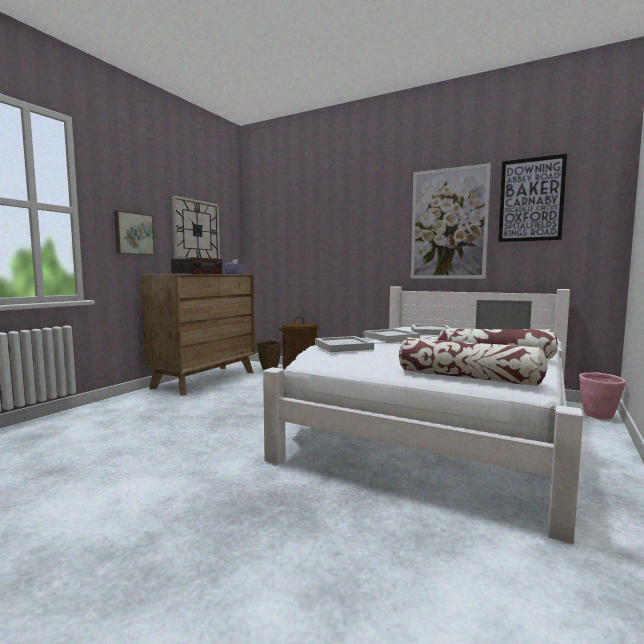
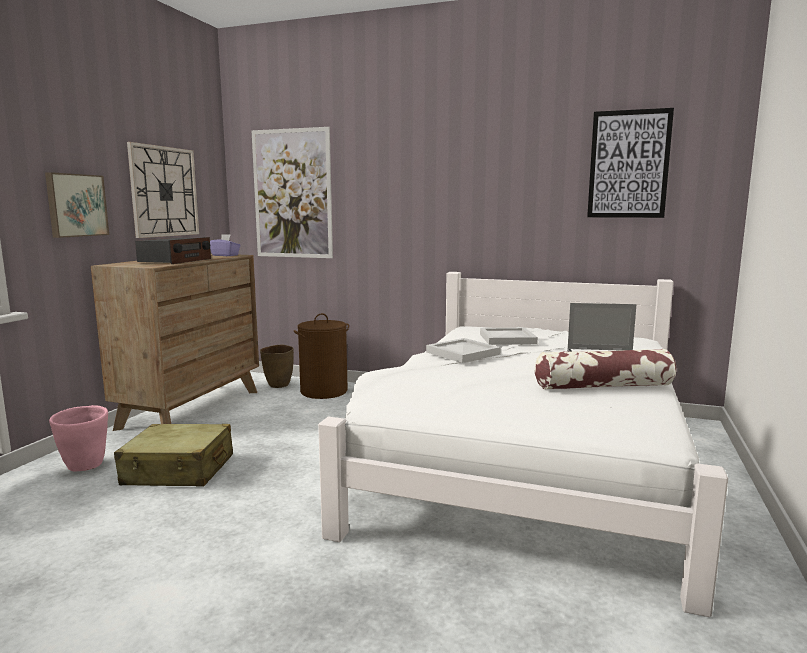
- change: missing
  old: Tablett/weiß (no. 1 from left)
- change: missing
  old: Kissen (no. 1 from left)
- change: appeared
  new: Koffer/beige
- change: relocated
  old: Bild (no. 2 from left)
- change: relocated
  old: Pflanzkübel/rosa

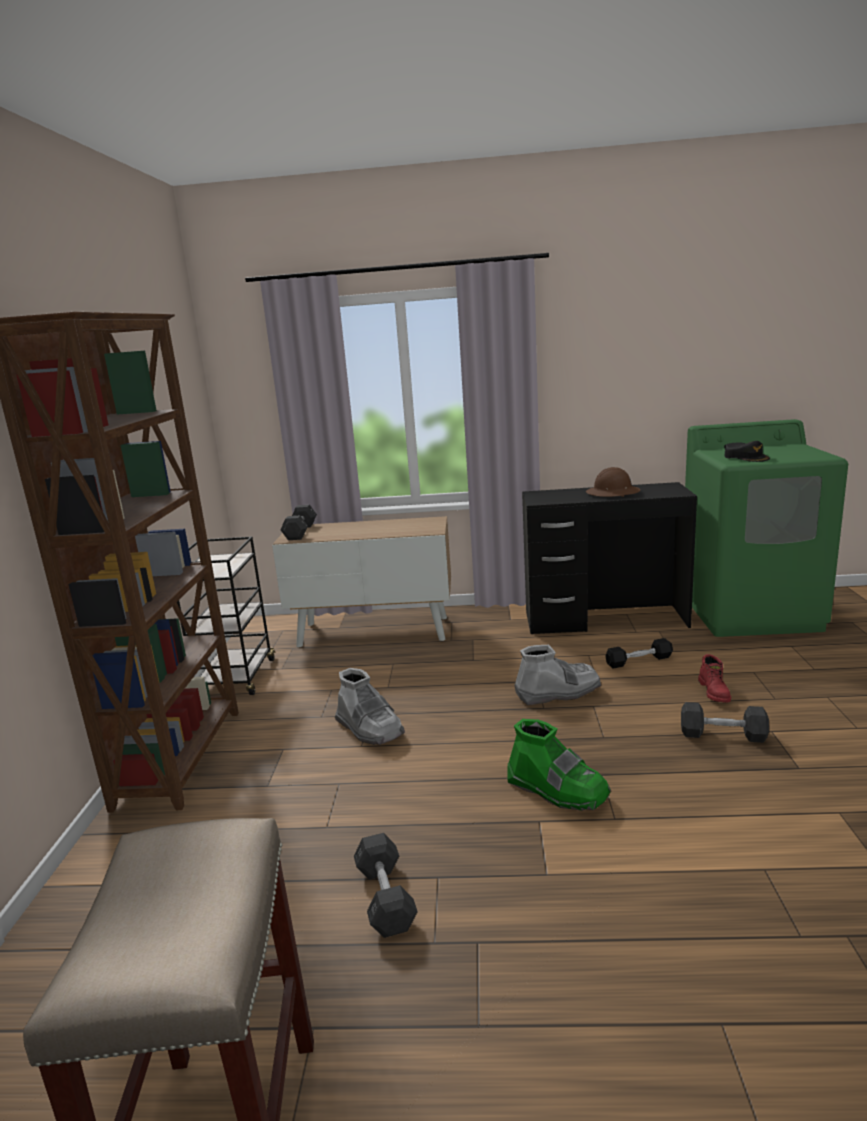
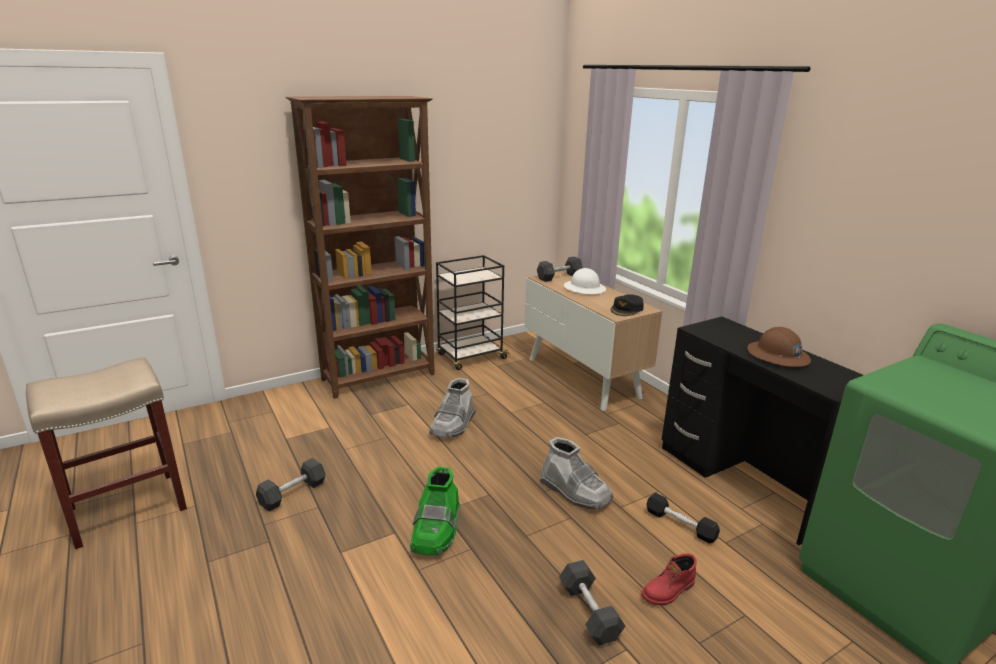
- change: appeared
  new: Schutzhelm/weiß
- change: relocated
  old: Kappe/schwarz

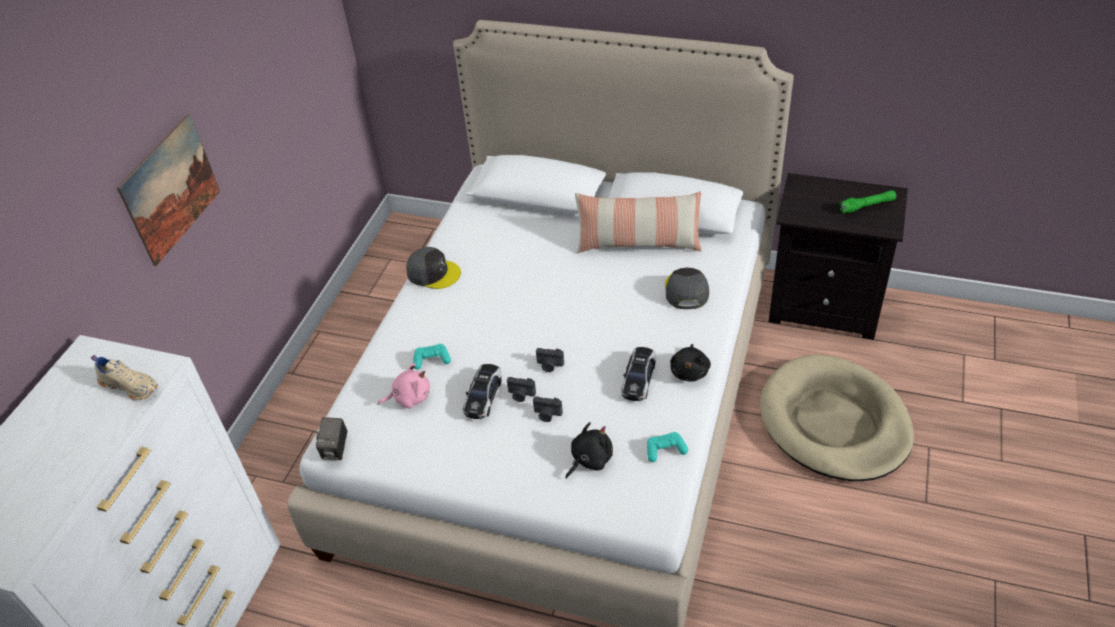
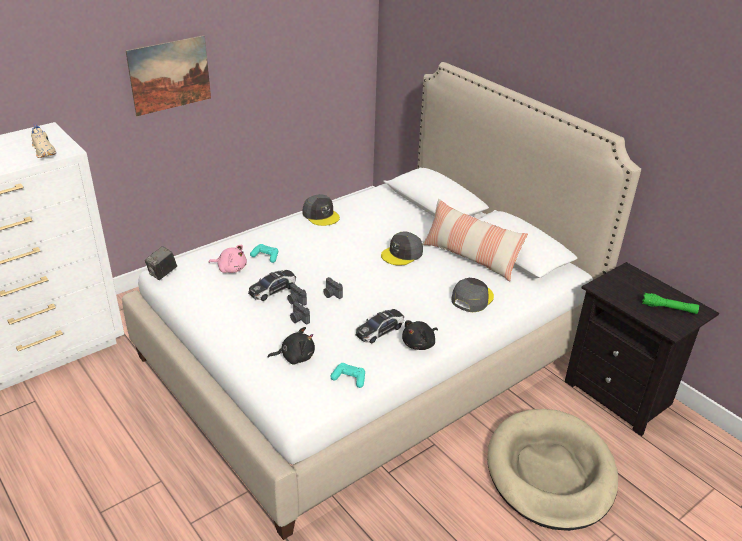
- change: appeared
  new: Kappe/grau (no. 2 from left)

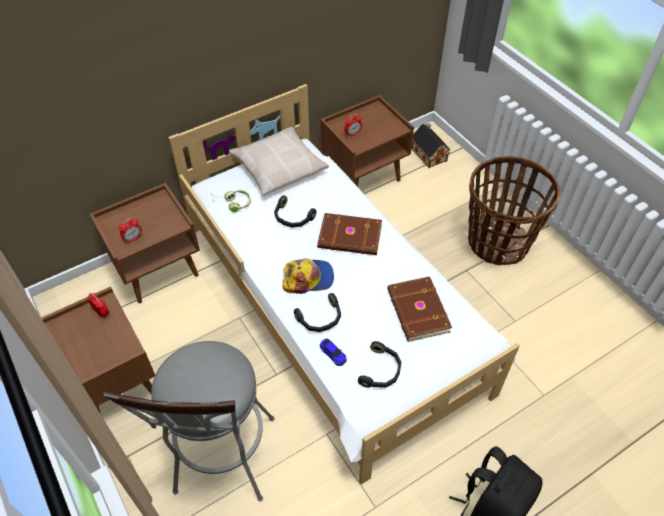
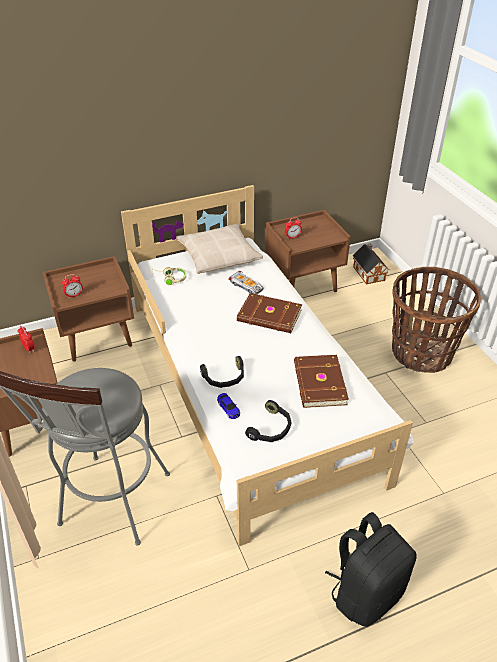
- change: missing
  old: Kopfhörer/schwarz (no. 1 from left)
- change: missing
  old: Kappe
- change: appeared
  new: Spielzeugauto (no. 2 from left)

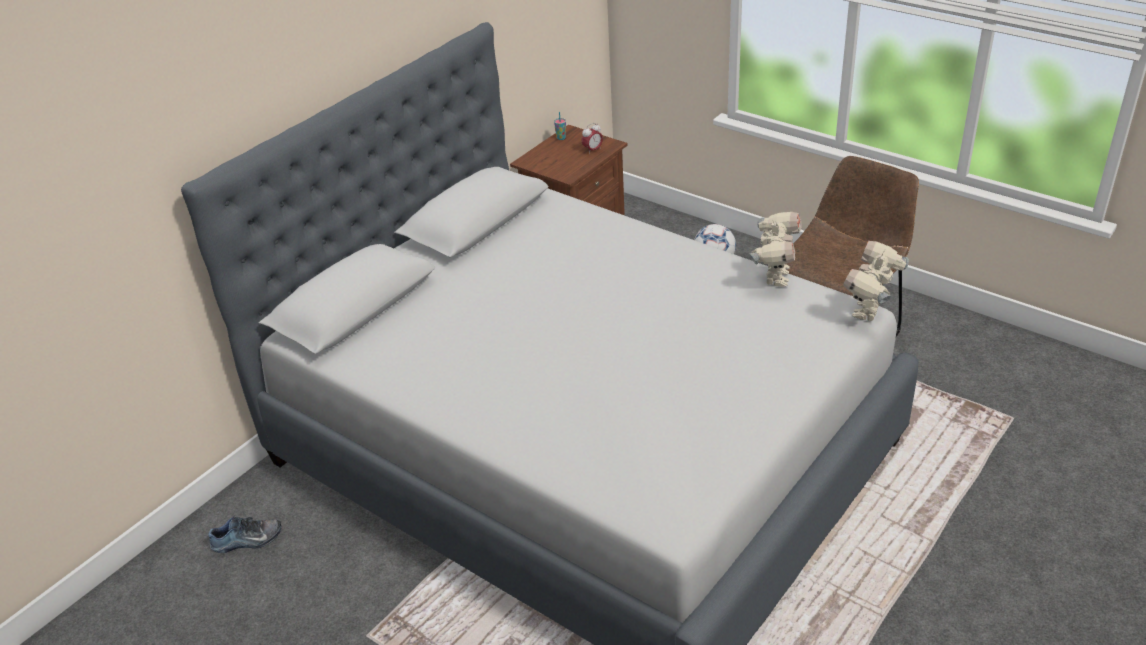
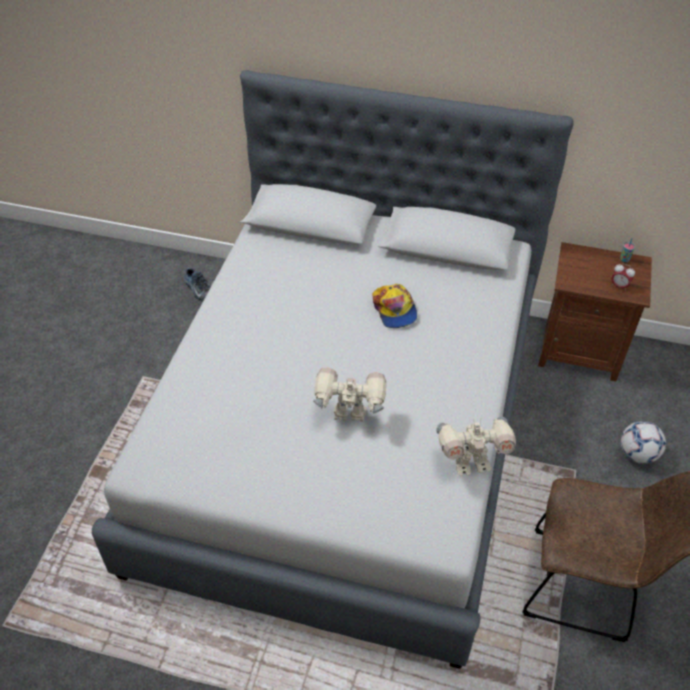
- change: appeared
  new: Kappe
- change: relocated
  old: Spielzeugroboter (no. 2 from left in the first image)
  new: Spielzeugroboter (no. 1 from left)

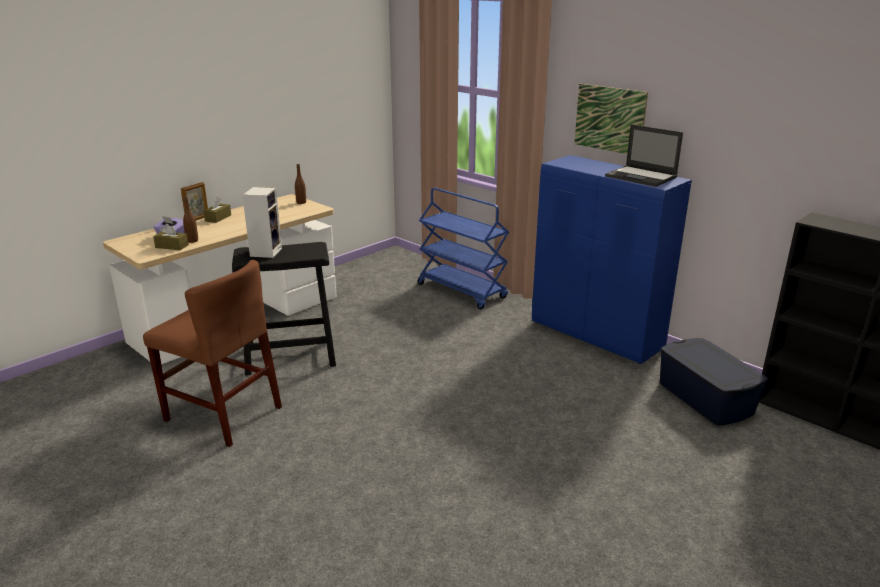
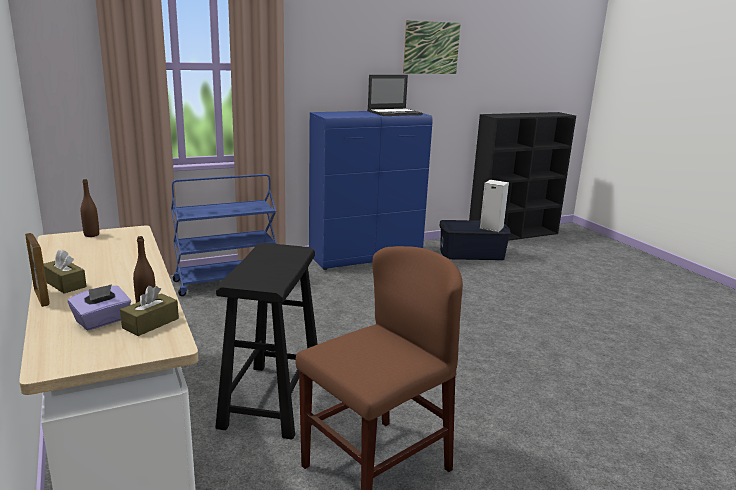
- change: relocated
  old: Lautsprecher
- change: relocated
  old: Bild

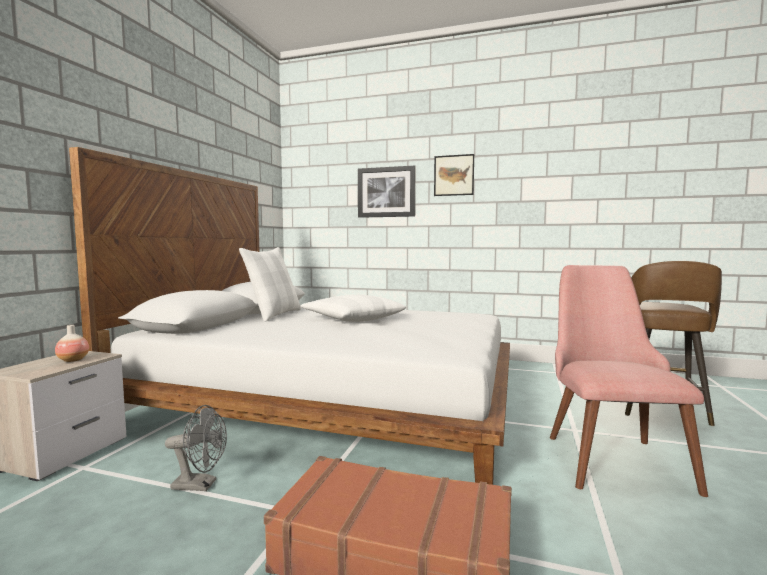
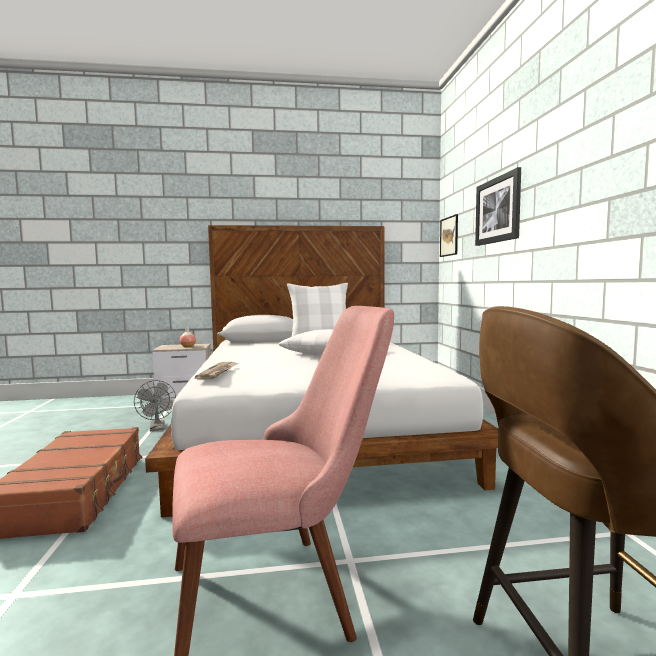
- change: appeared
  new: Zeitung
- change: relocated
  old: Bild (no. 2 from left in the first image)
  new: Bild (no. 1 from left)

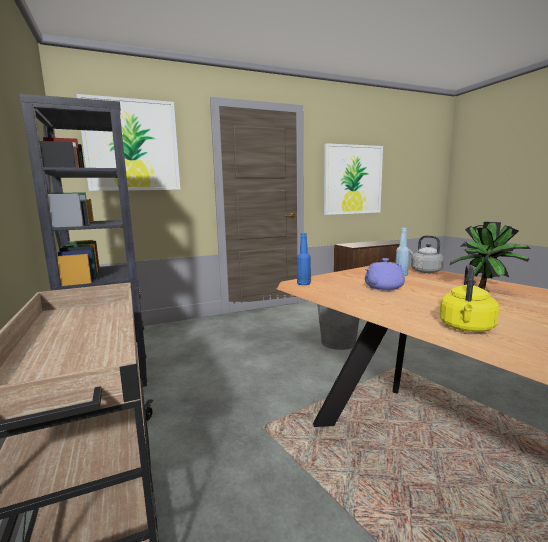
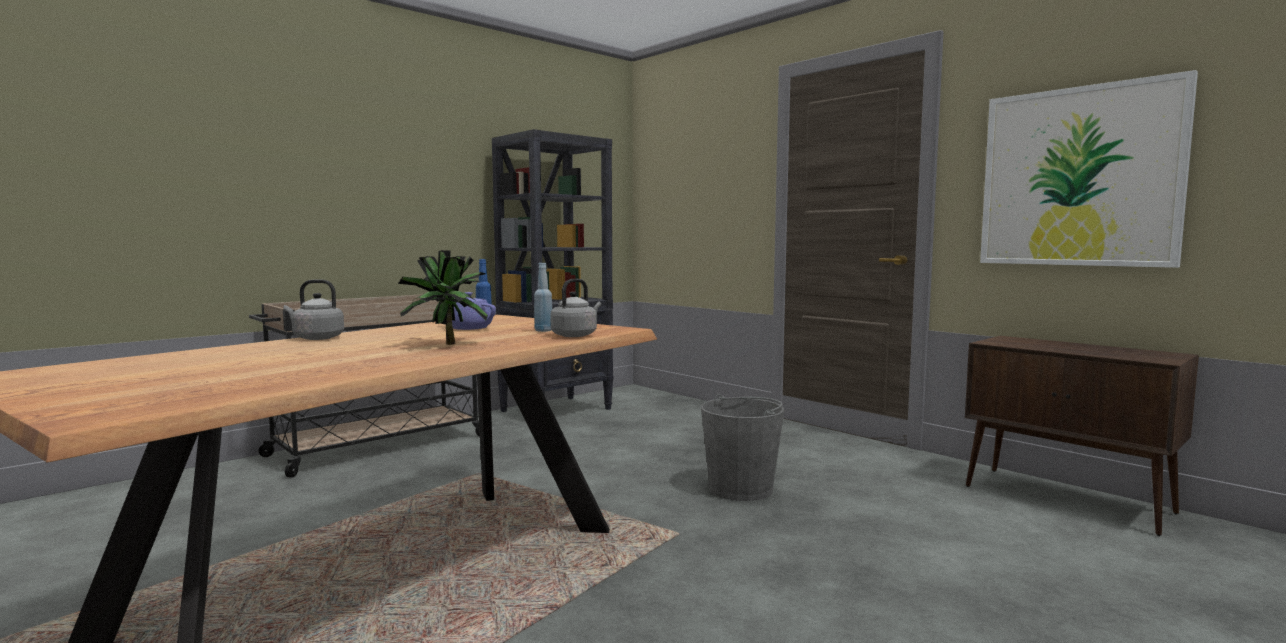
- change: missing
  old: Bild (no. 1 from left)
- change: colour
  old: Wasserkessel/gelb
  new: Wasserkessel/grau (no. 1 from left)

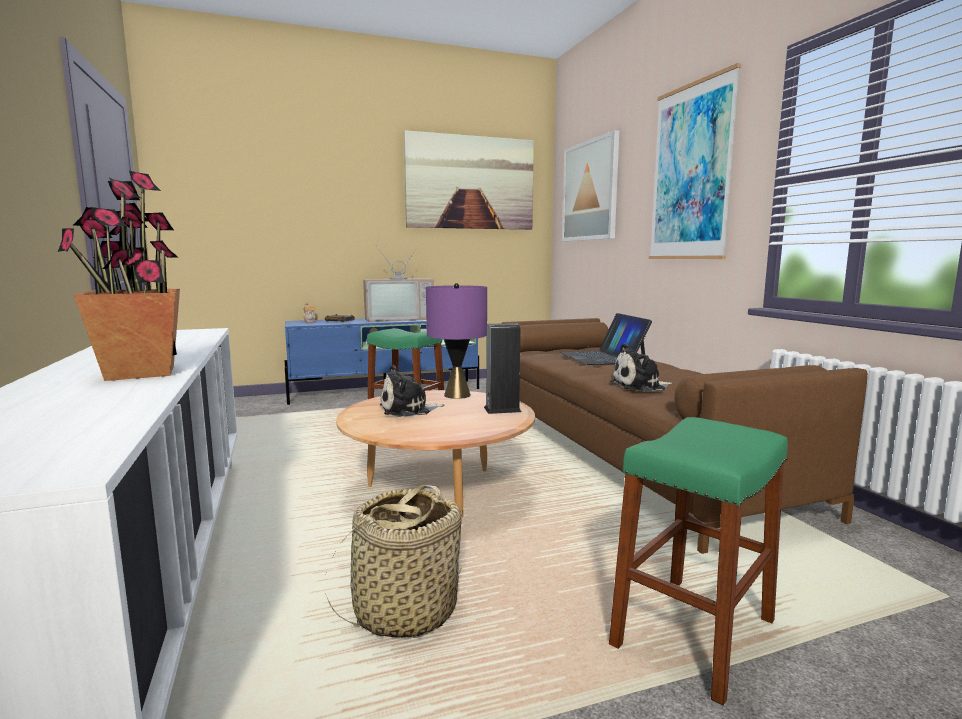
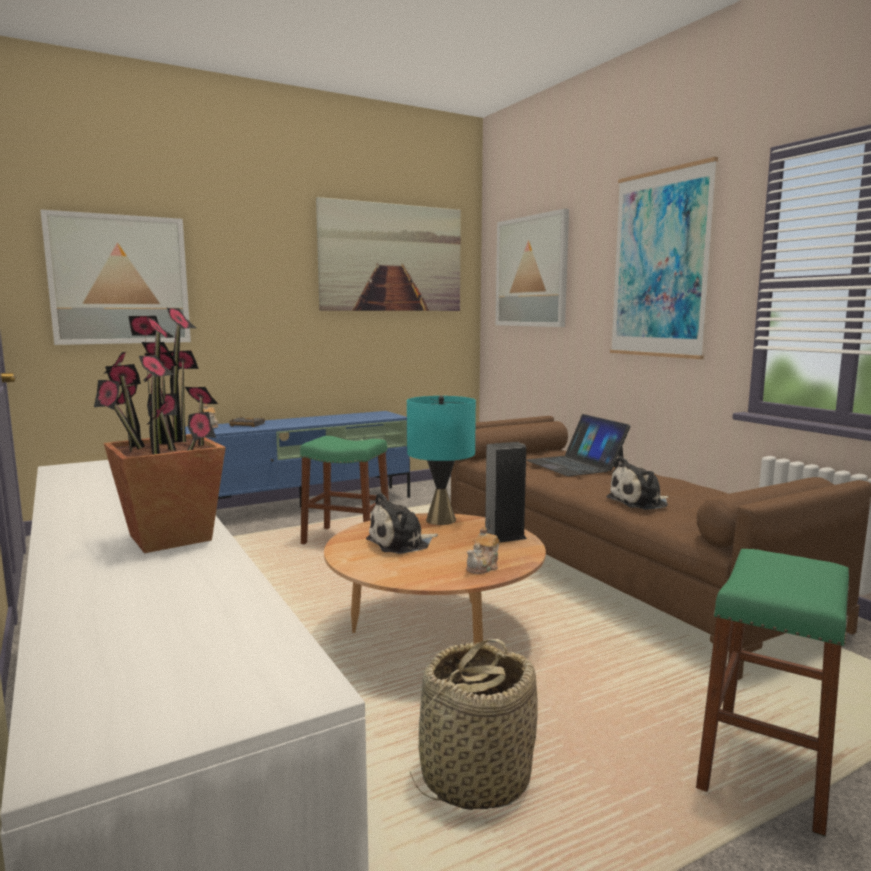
- change: missing
  old: Fernseher
- change: appeared
  new: Bild (no. 1 from left)
- change: appeared
  new: Teekanne (no. 2 from left)
- change: colour
  old: Tischlampe/lila
  new: Tischlampe/türkis

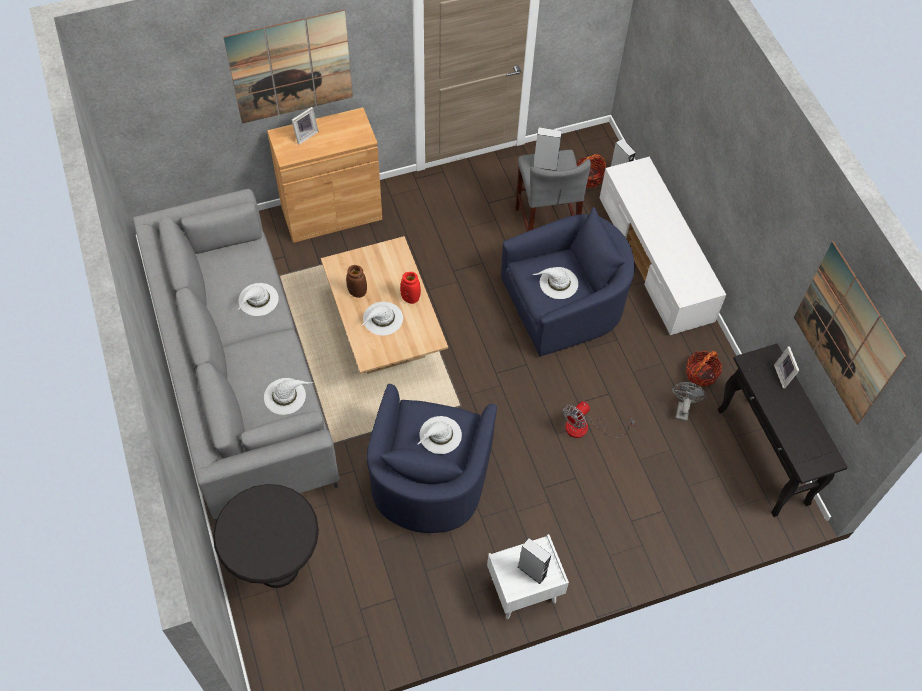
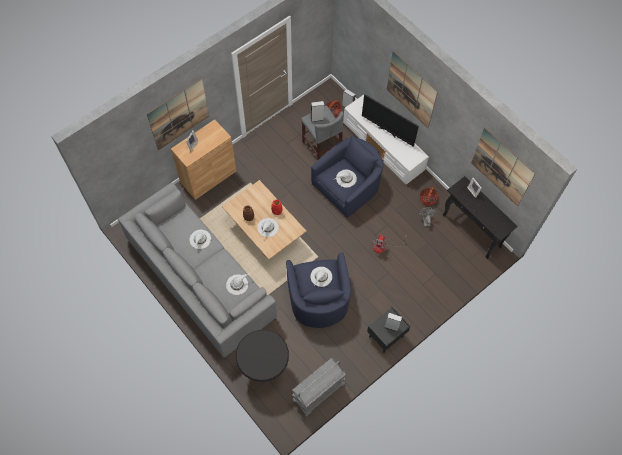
- change: appeared
  new: Rollwagen/grau
- change: appeared
  new: Fernseher
- change: appeared
  new: Bild (no. 2 from left)
- change: colour
  old: Nachttisch/weiß
  new: Nachttisch/schwarz

